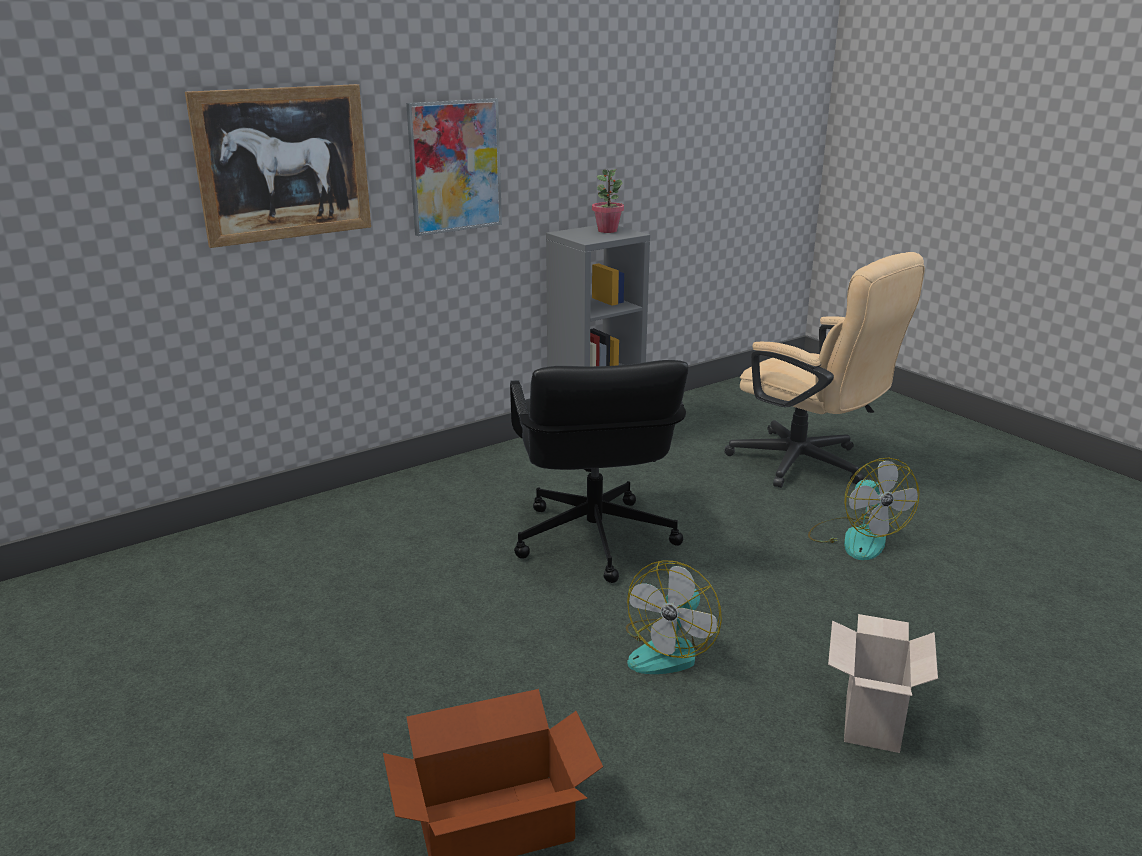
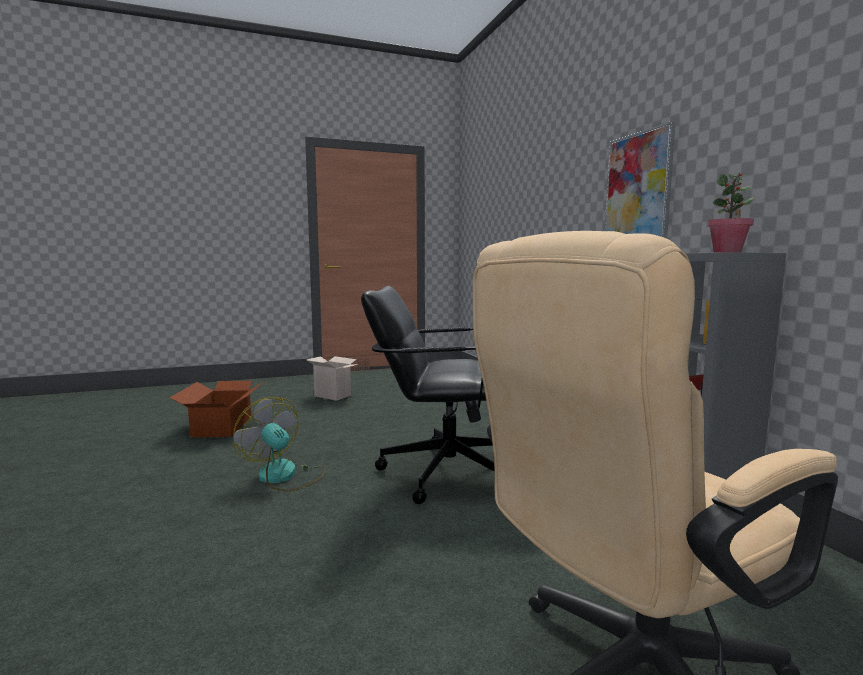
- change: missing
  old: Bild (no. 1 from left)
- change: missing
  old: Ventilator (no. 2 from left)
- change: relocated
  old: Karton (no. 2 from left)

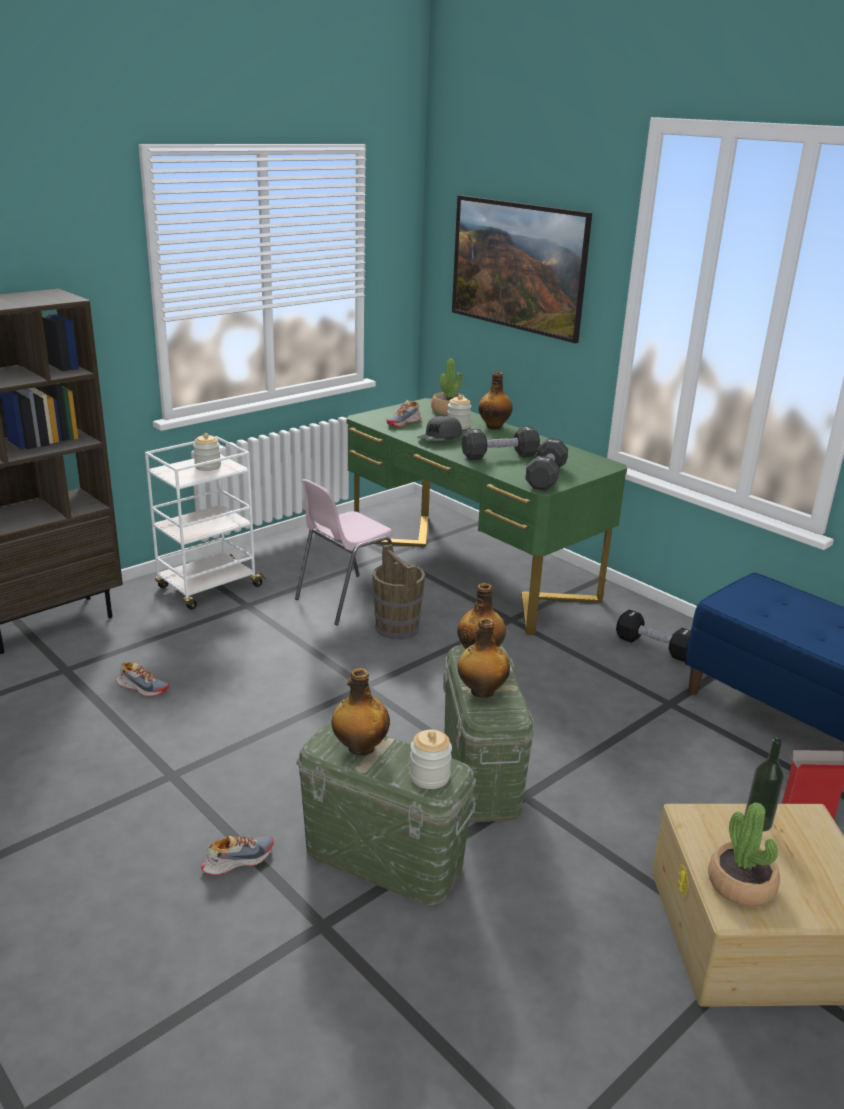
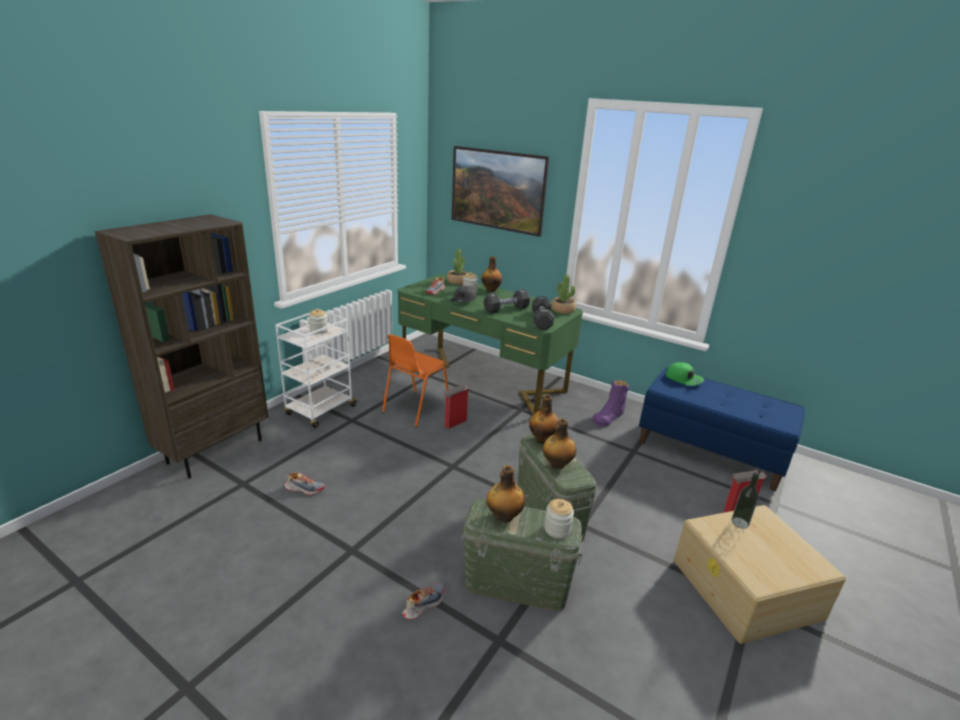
- change: appeared
  new: Kappe/grün
- change: relocated
  old: Topfpflanze (no. 2 from left)
- change: exchanged
  old: Eimer/braun
  new: Karton (no. 1 from left)
- change: exchanged
  old: Hantel/schwarz (no. 3 from left)
  new: Stiefel/lila
- change: colour
  old: Stuhl/rosa
  new: Stuhl/orange

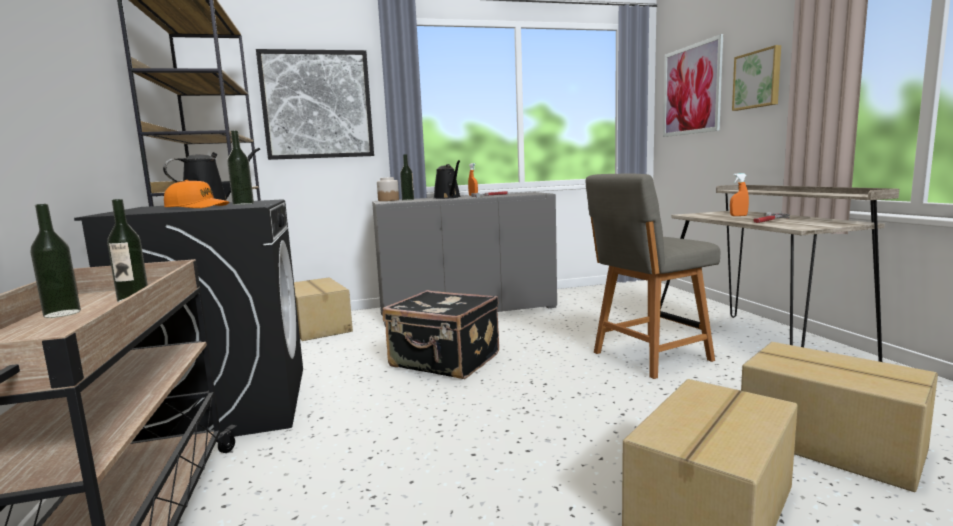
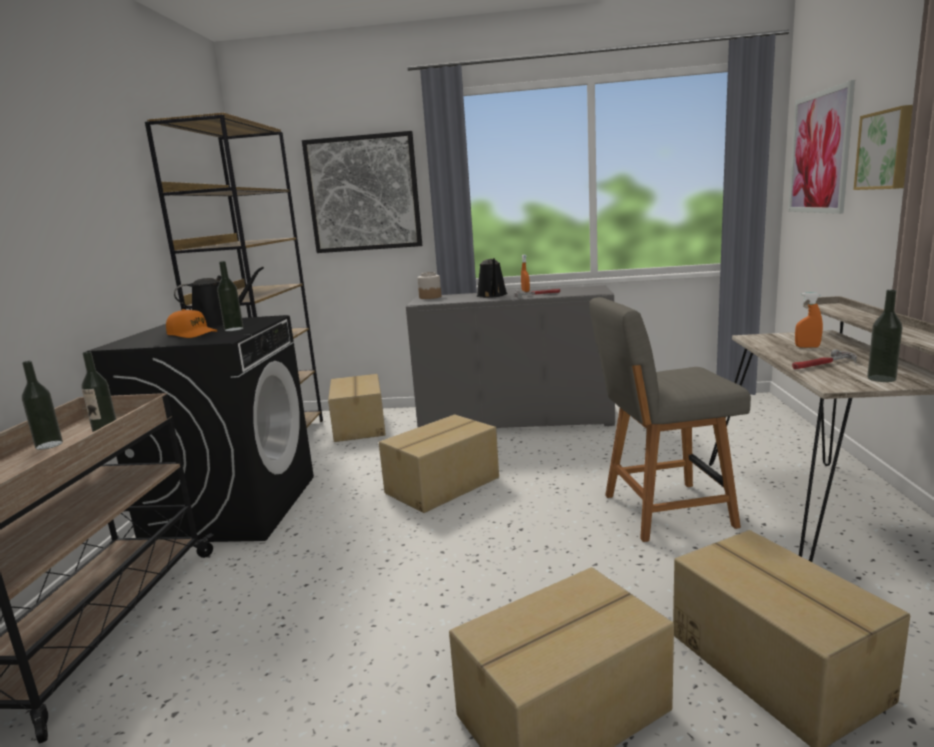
- change: relocated
  old: Flasche (no. 4 from left)
- change: exchanged
  old: Koffer/schwarz
  new: Karton (no. 2 from left)

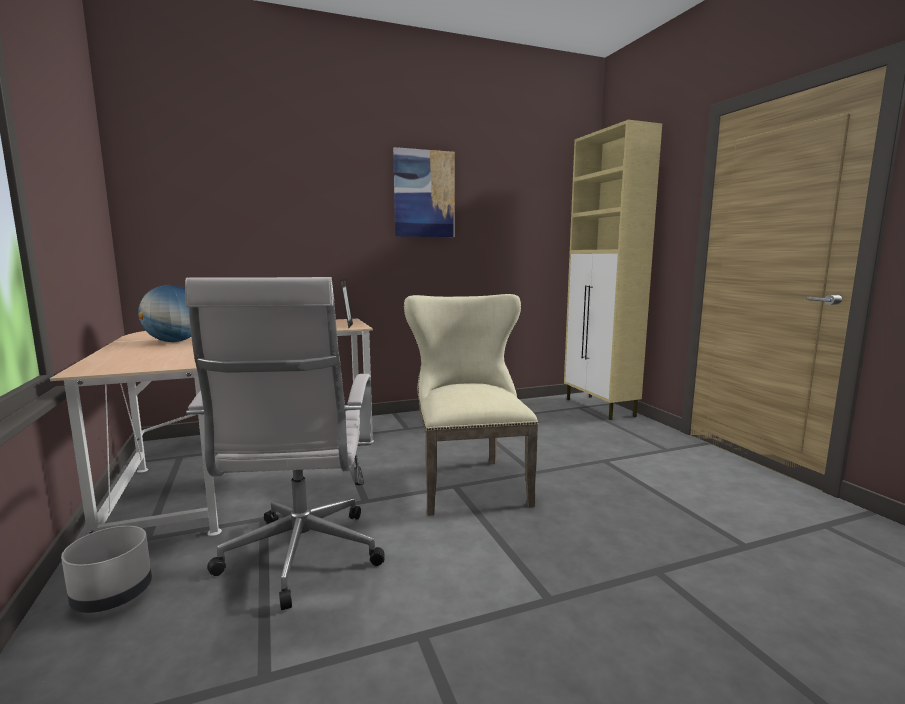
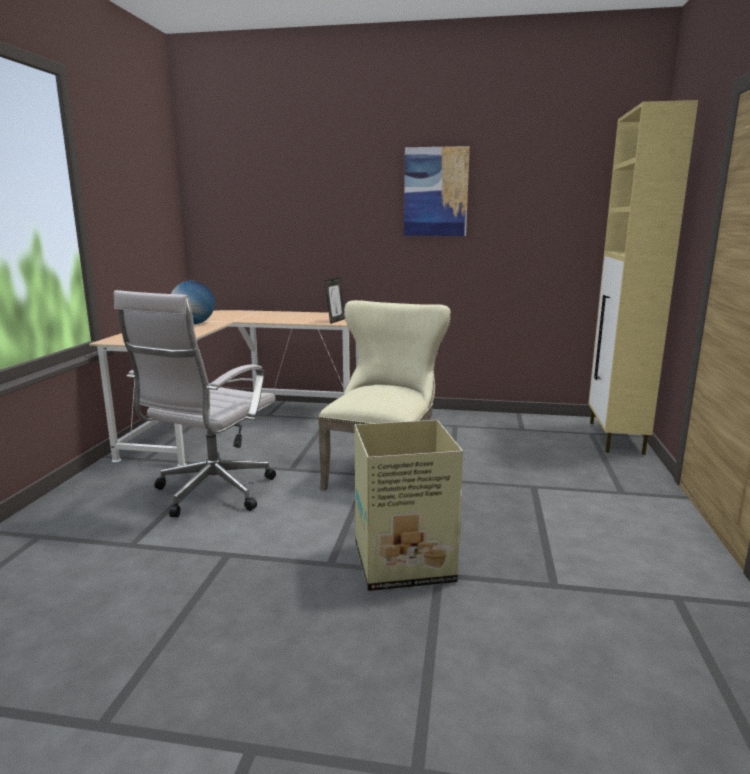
- change: missing
  old: Pflanzkübel/grau
- change: appeared
  new: Karton

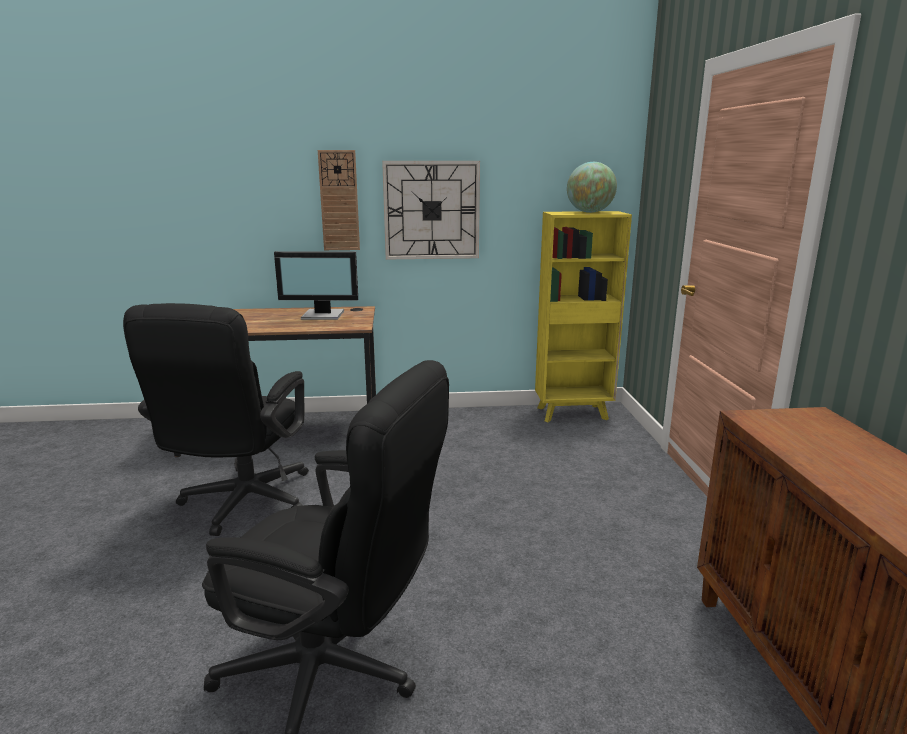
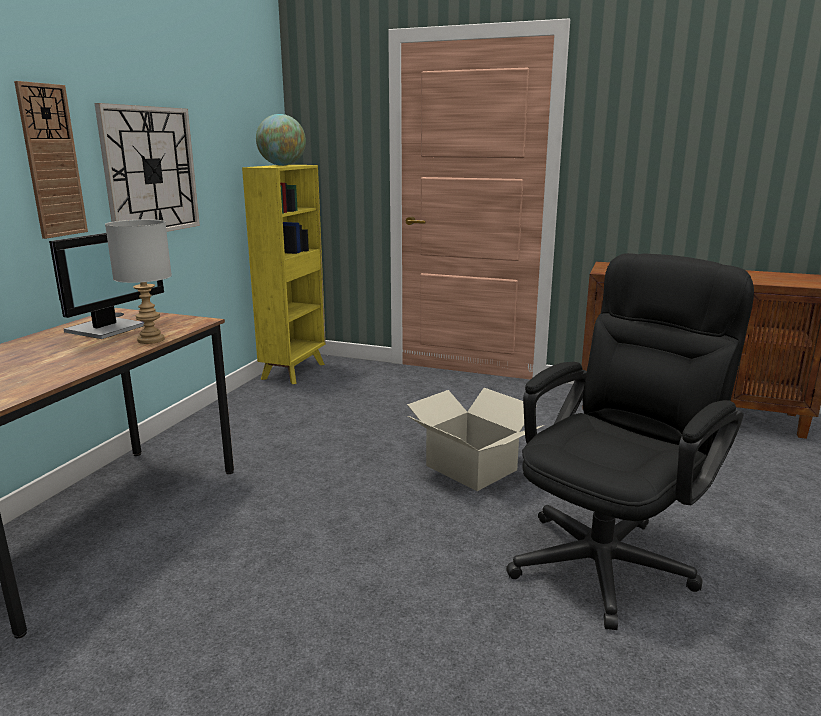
- change: missing
  old: Bürostuhl/schwarz (no. 1 from left)
- change: appeared
  new: Tischlampe/grau
- change: appeared
  new: Karton

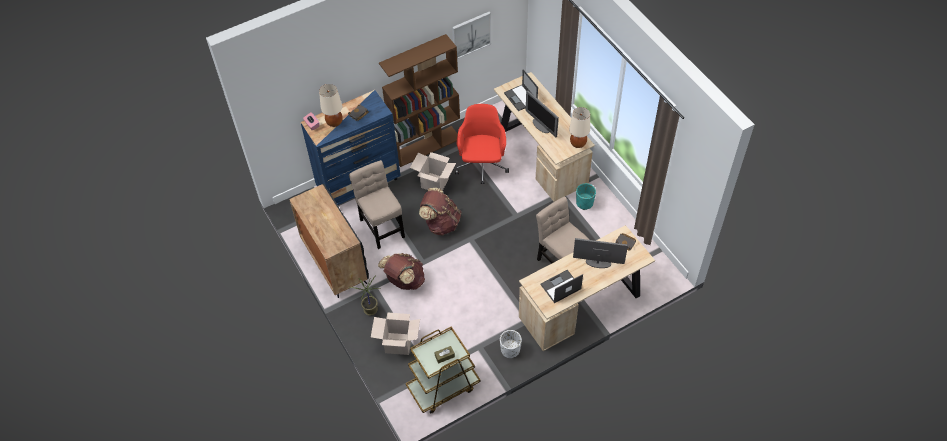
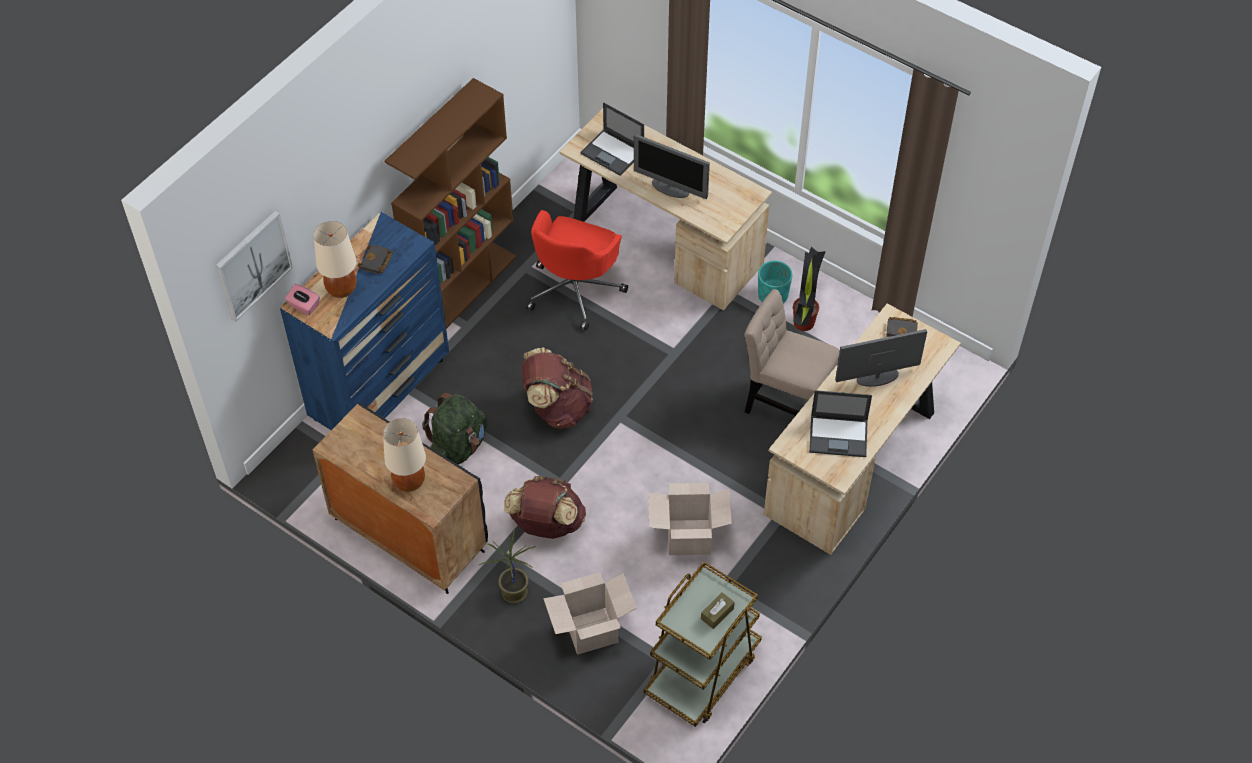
- change: missing
  old: Pflanzkübel/weiß
- change: appeared
  new: Topfpflanze (no. 2 from left)
- change: relocated
  old: Karton (no. 2 from left)
- change: relocated
  old: Bild
- change: relocated
  old: Tischlampe/beige (no. 2 from left)
- change: exchanged
  old: Stuhl/beige (no. 1 from left)
  new: Rucksack/grün
- change: spun
  old: Bürostuhl/rot
  degrees: -135
- change: spun
  old: Laptop (no. 2 from left)
  degrees: -120

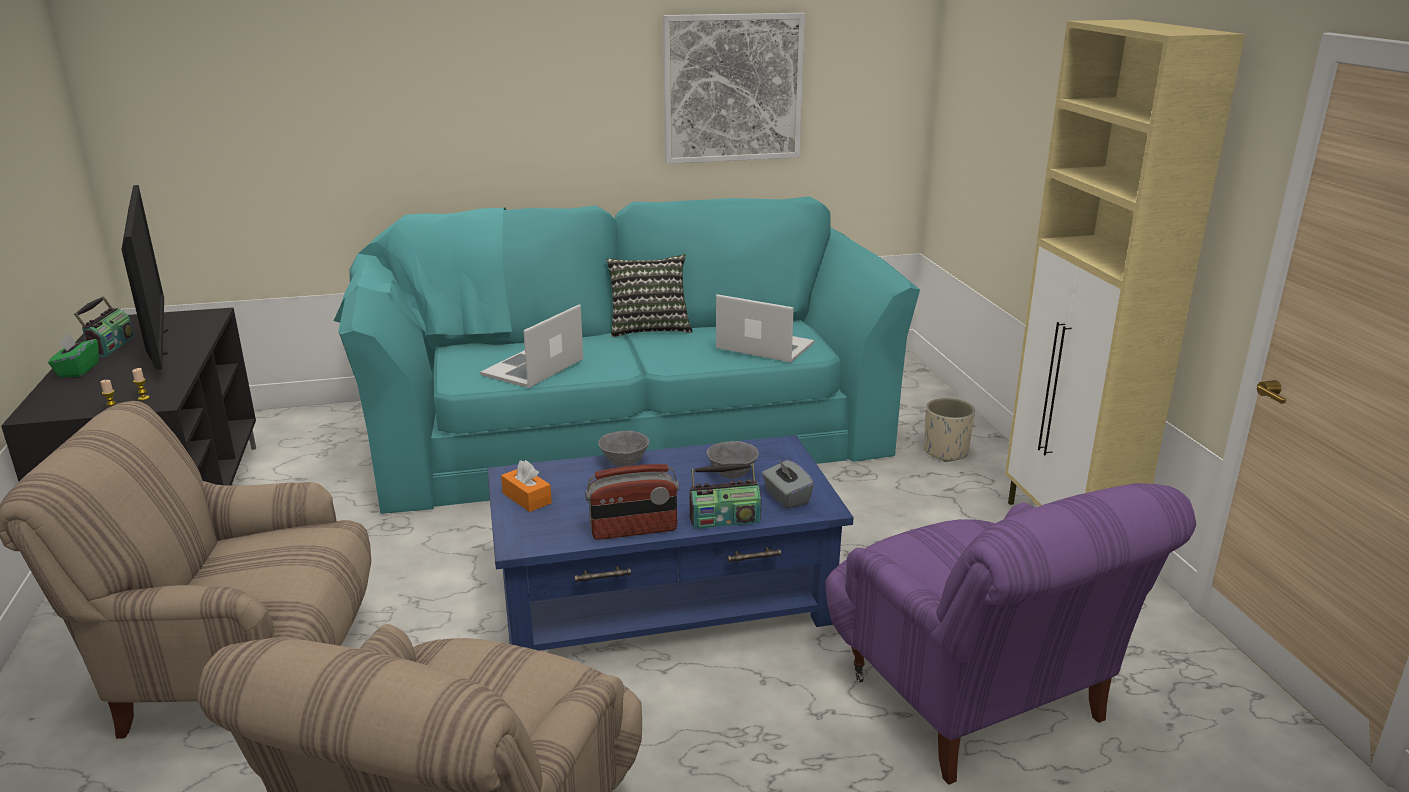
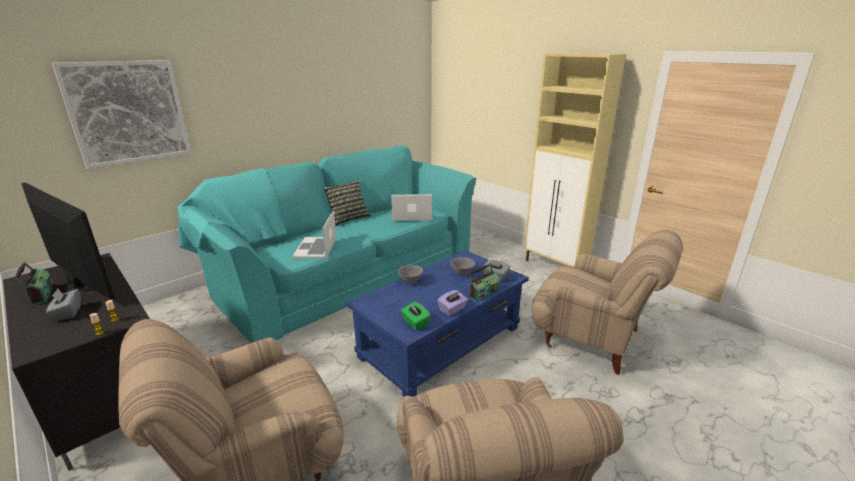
- change: missing
  old: Taschentuchbox/orange
- change: missing
  old: Pflanzkübel/beige
- change: appeared
  new: Taschentuchbox/grau (no. 1 from left)
- change: relocated
  old: Taschentuchbox/grün
- change: relocated
  old: Bild
- change: exchanged
  old: Radio (no. 2 from left)
  new: Taschentuchbox/lila
- change: colour
  old: Sessel/lila
  new: Sessel/beige (no. 3 from left)

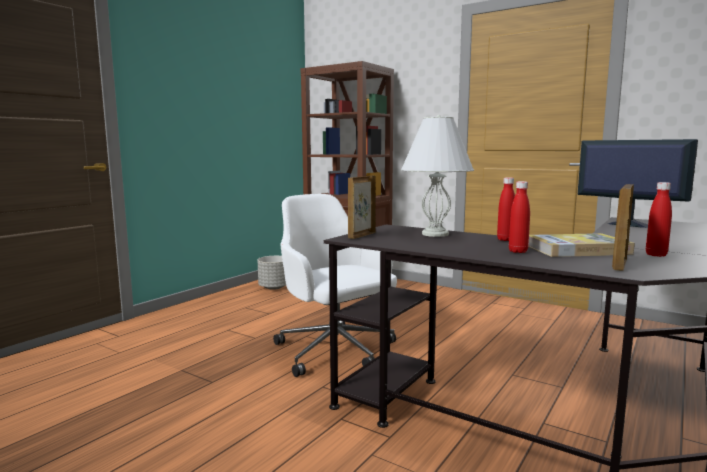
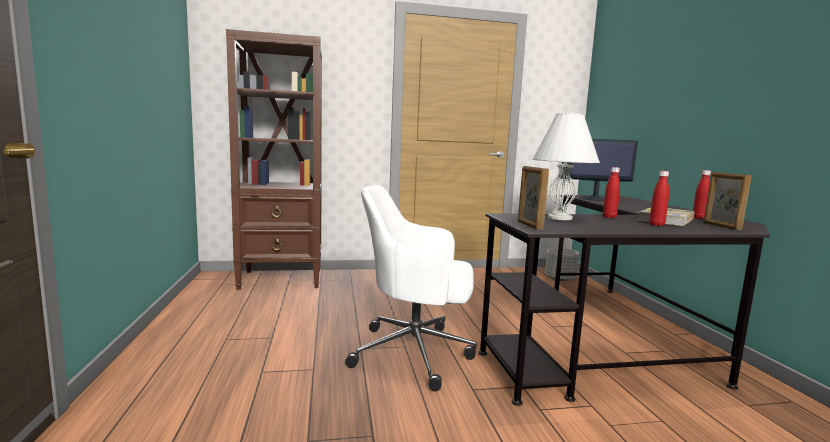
- change: relocated
  old: Pflanzkübel/grau

